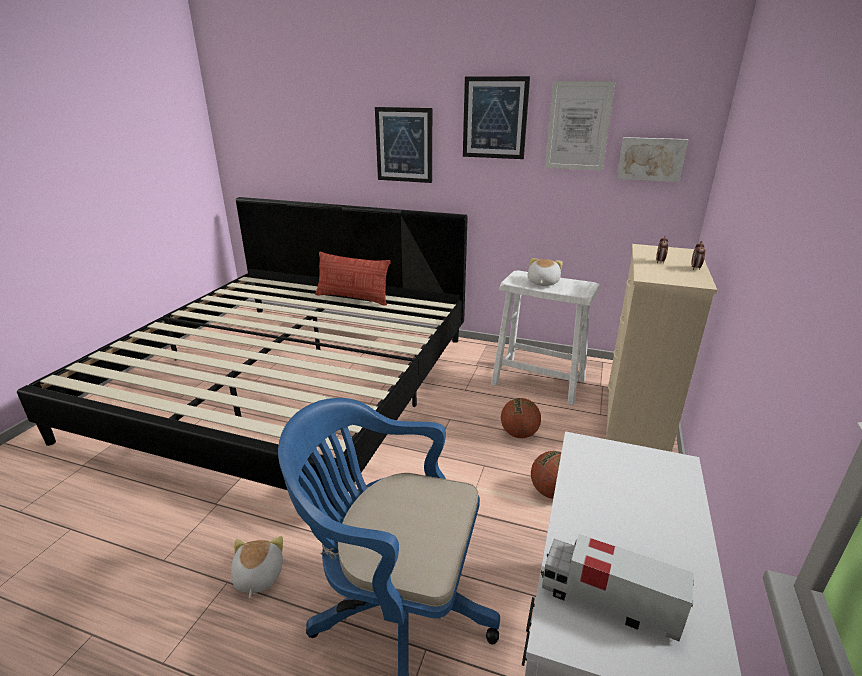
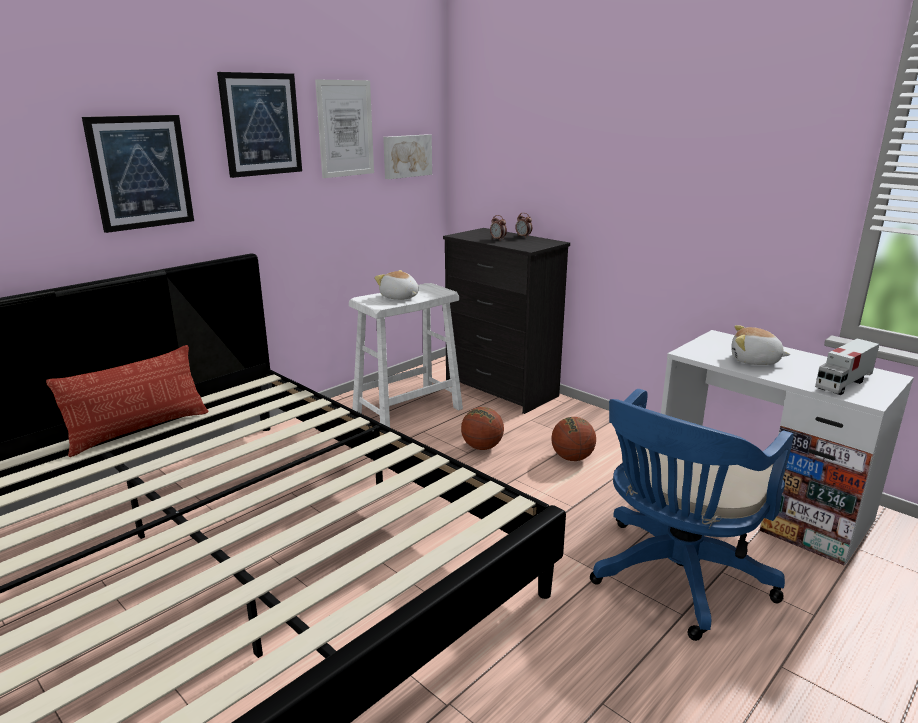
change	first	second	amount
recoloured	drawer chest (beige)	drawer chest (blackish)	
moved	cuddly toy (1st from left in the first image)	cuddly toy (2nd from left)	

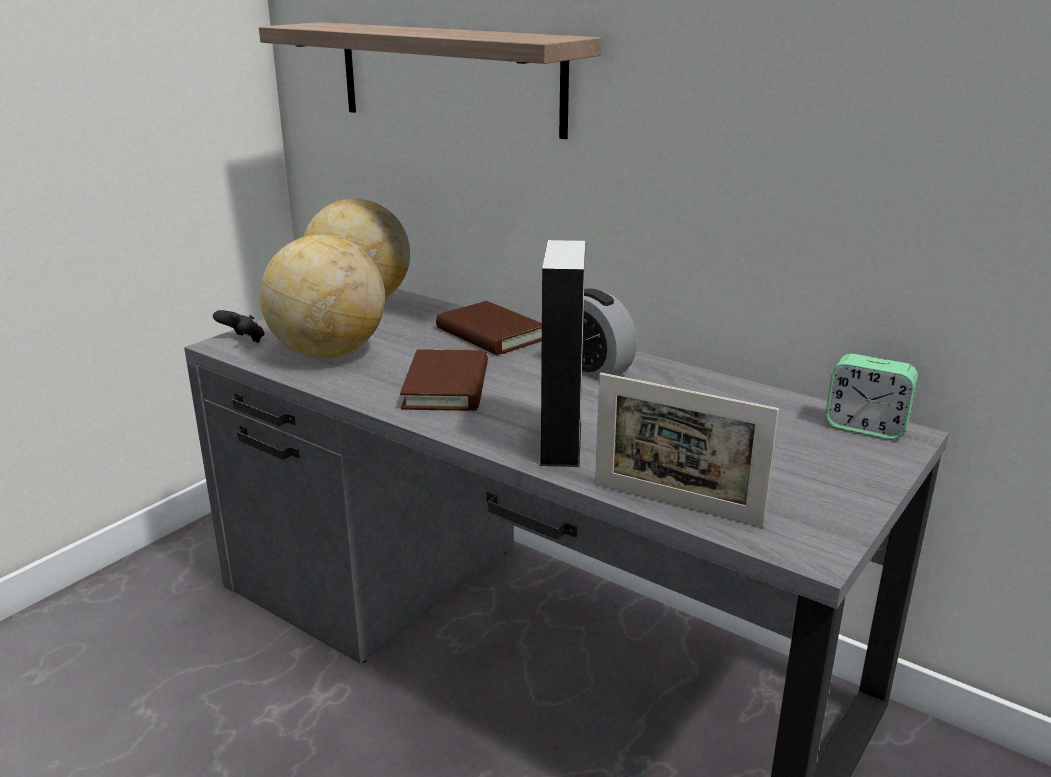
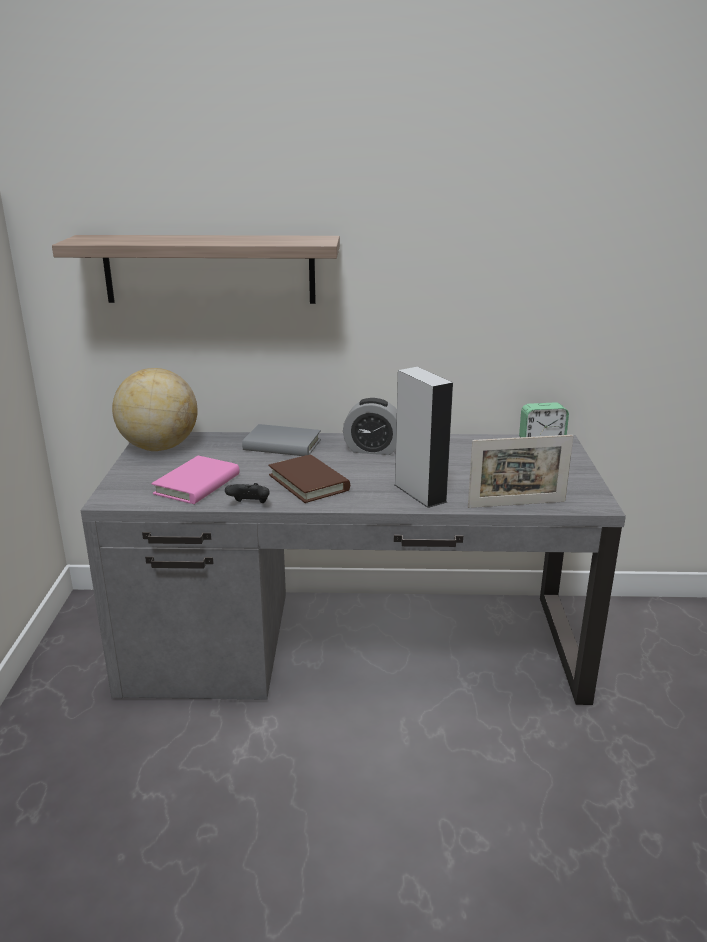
change	first	second	amount
replaced	world globe (1st from left)	volume (pink-coloured)	
recoloured	volume (brownish) (2nd from left)	volume (greyish)	
moved	game controller (blackish)		

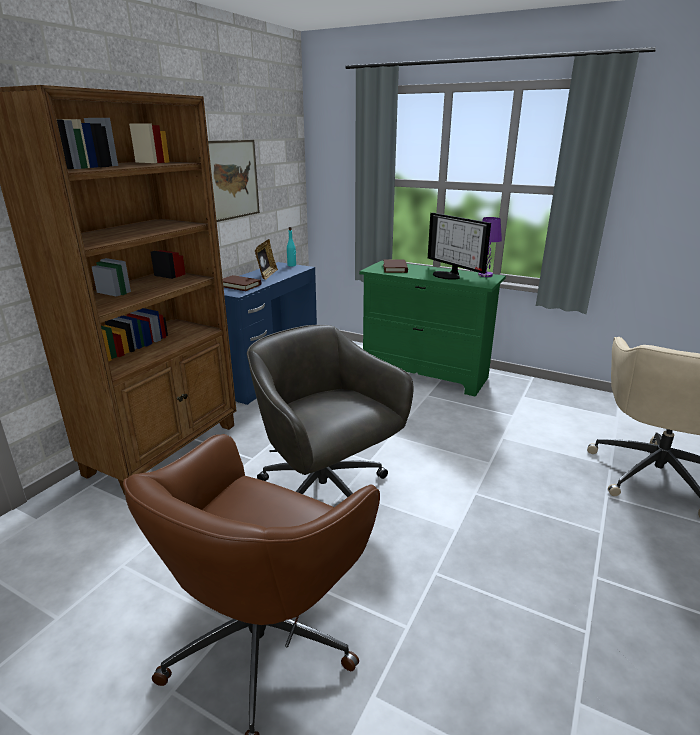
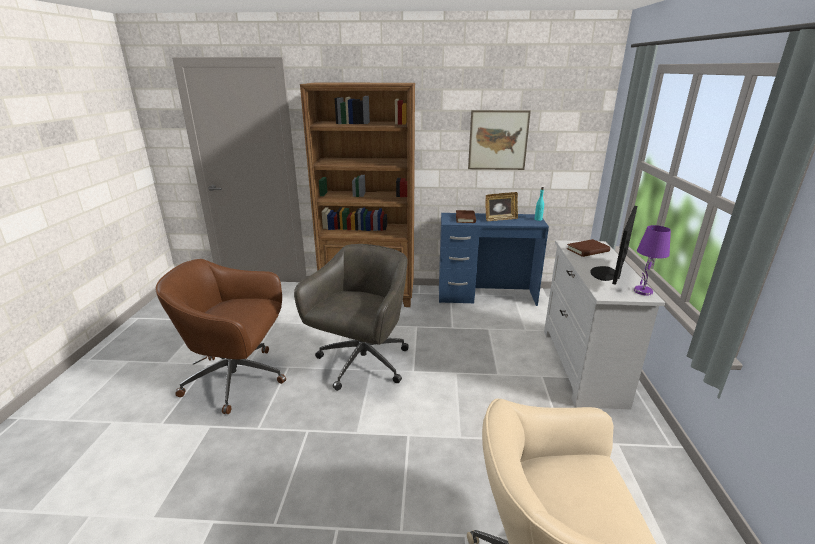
change	first	second	amount
recoloured	drawer chest (greenish)	drawer chest (whitish)	

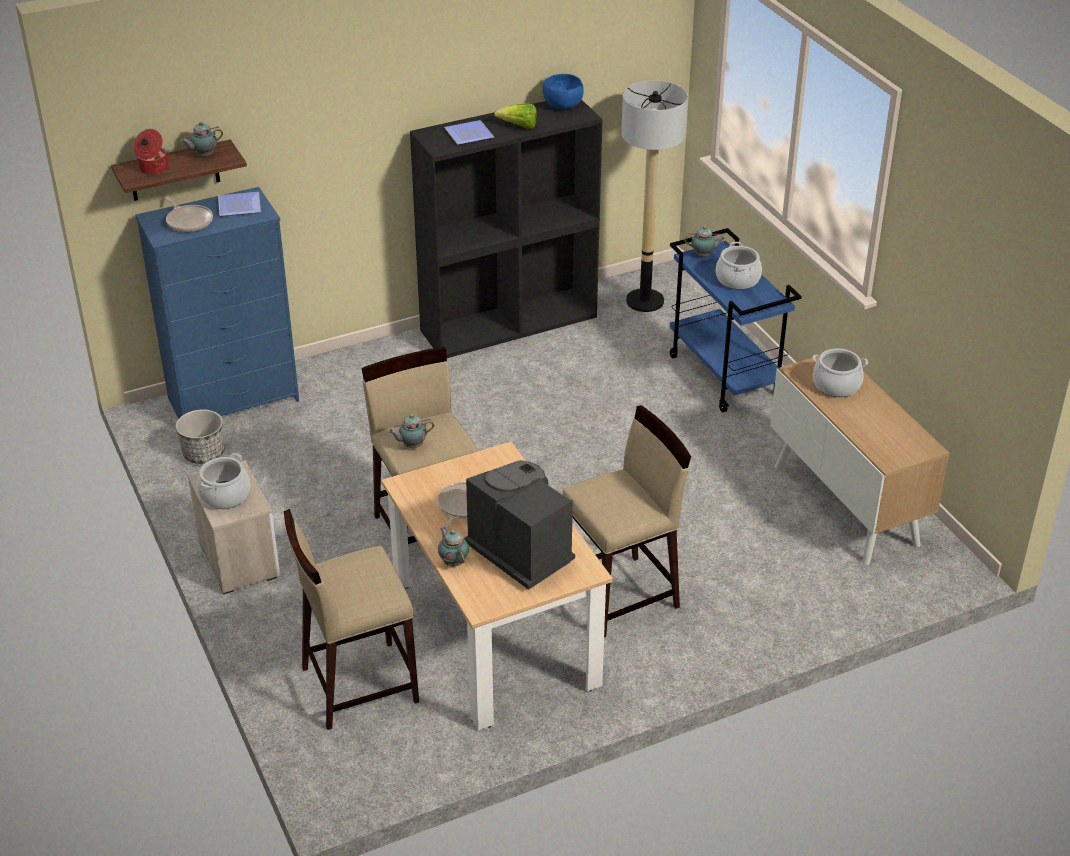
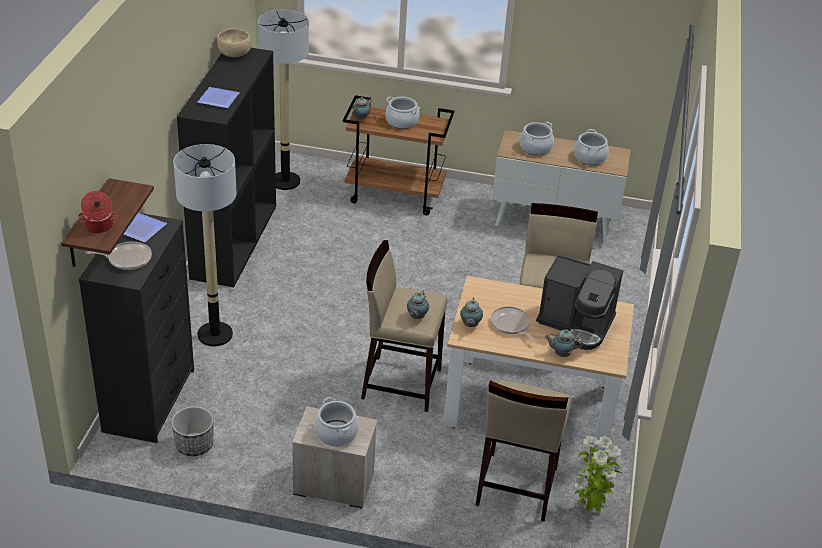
change	first	second	amount
recoloured	deep dish (blue)	deep dish (beige)	
removed	head of lettuce		
moved	teapot (1st from left in the first image)	teapot (3rd from left)	
recoloured	drawer chest (blue)	drawer chest (blackish)	
recoloured	cart (blue)	cart (brownish)	
turned	coffee brewer		150 degrees counterclockwise
added		saucepot (5th from left)	
added		standard lamp (1st from left)	
added		potted plant	

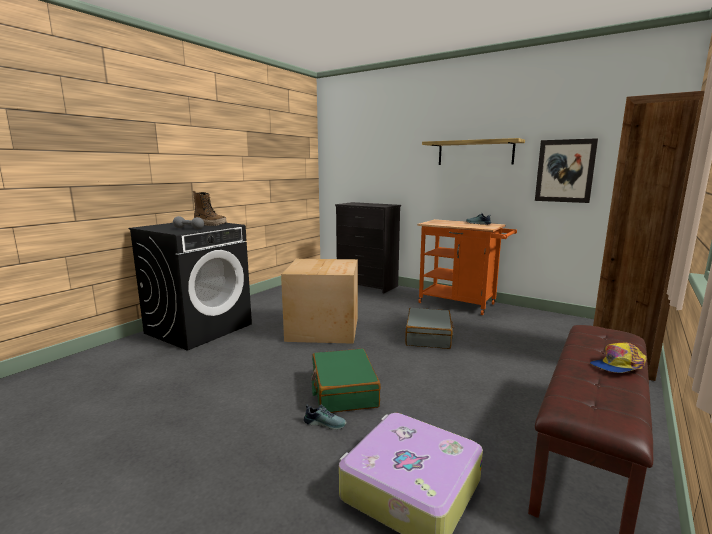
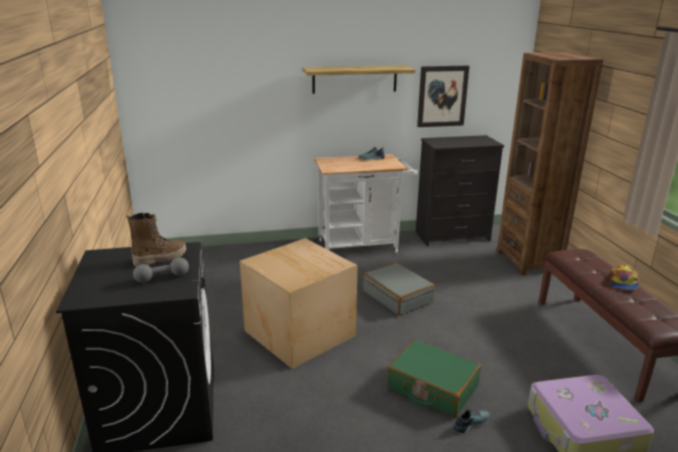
change	first	second	amount
moved	drawer chest (blackish)		
recoloured	cart (orange)	cart (whitish)	

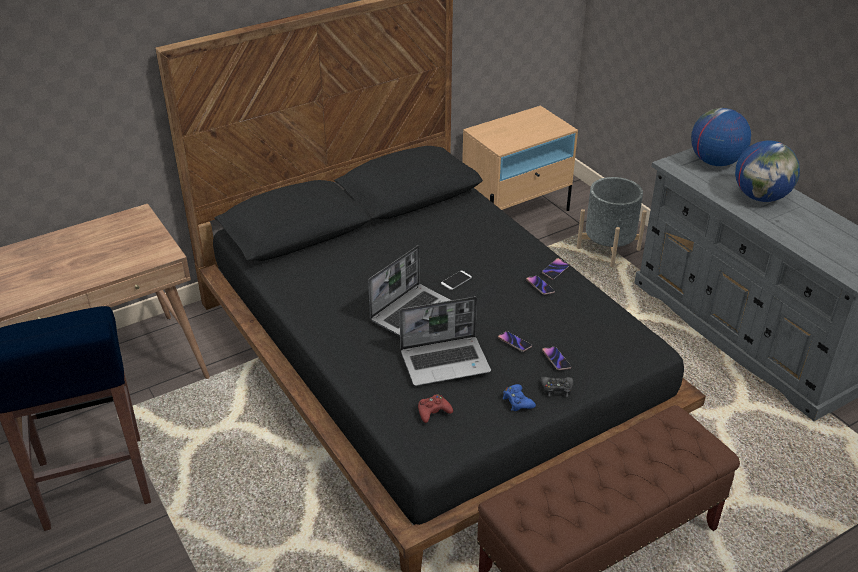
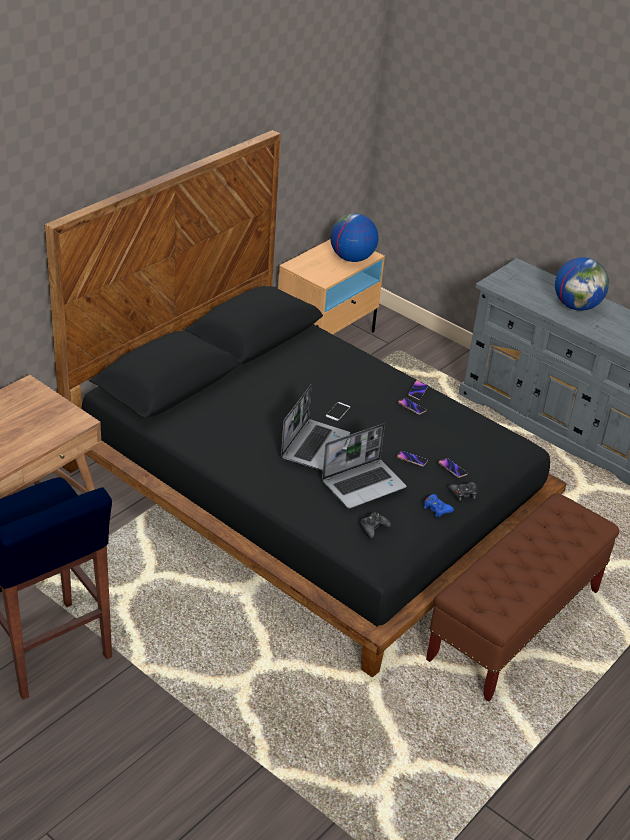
change	first	second	amount
moved	world globe (1st from left)		
removed	plant pot (greyish)		
recoloured	game controller (reddish)	game controller (blackish) (1st from left)	

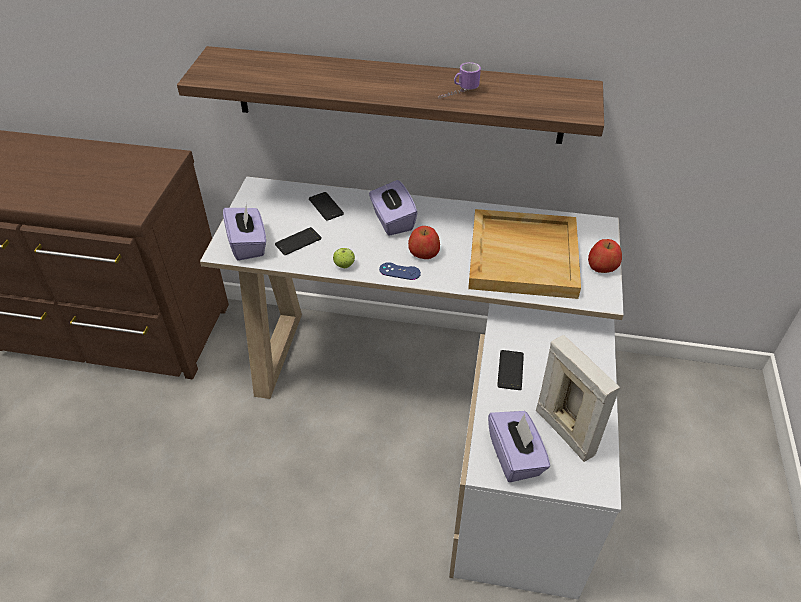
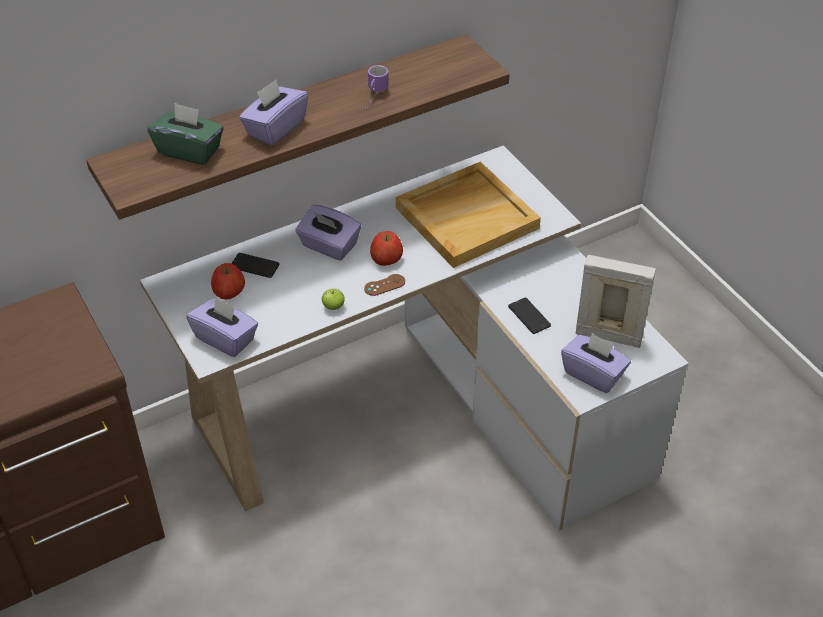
change	first	second	amount
removed	handset (1st from left)		
moved	whole apple (3rd from left in the first image)	whole apple (1st from left)	
recoloured	game controller (blue)	game controller (brownish)	
added		tissue box (purple) (2nd from left)	
added		tissue box (greenish)	

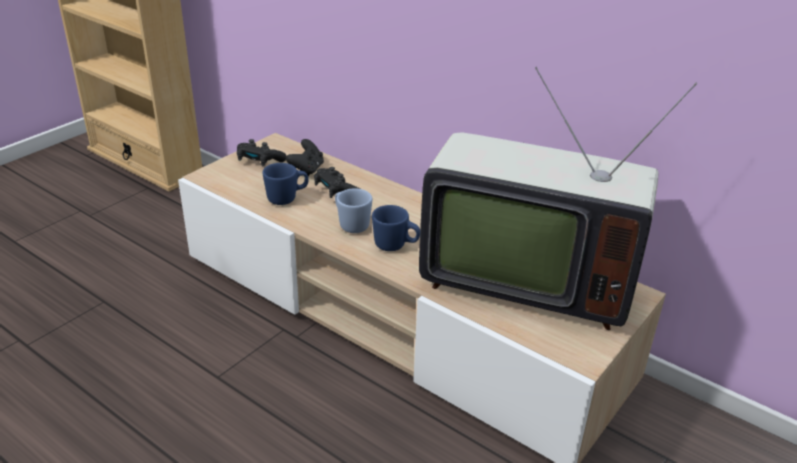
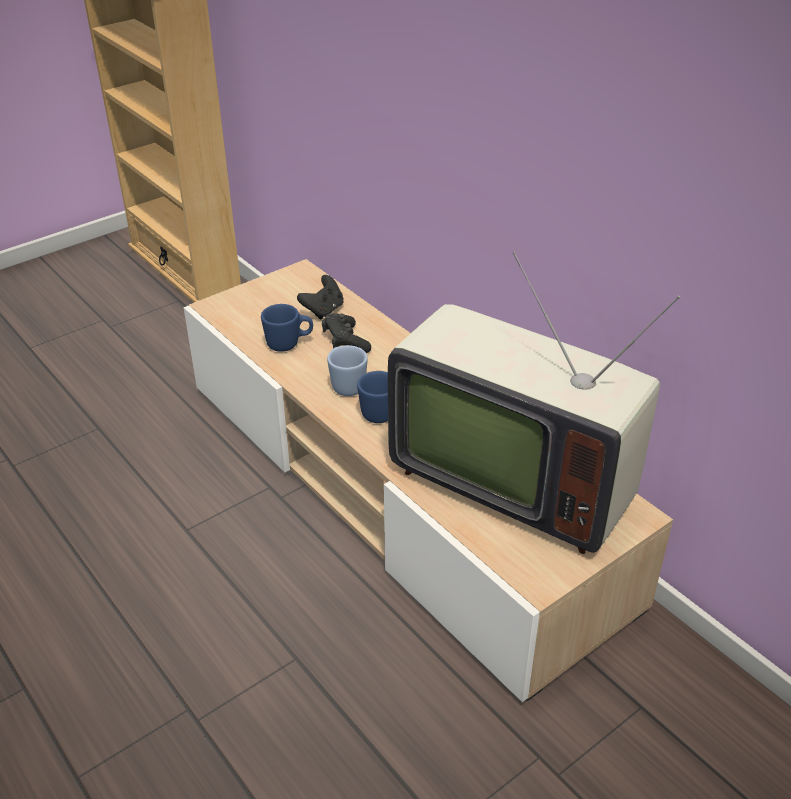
change	first	second	amount
removed	game controller (blackish) (1st from left)		

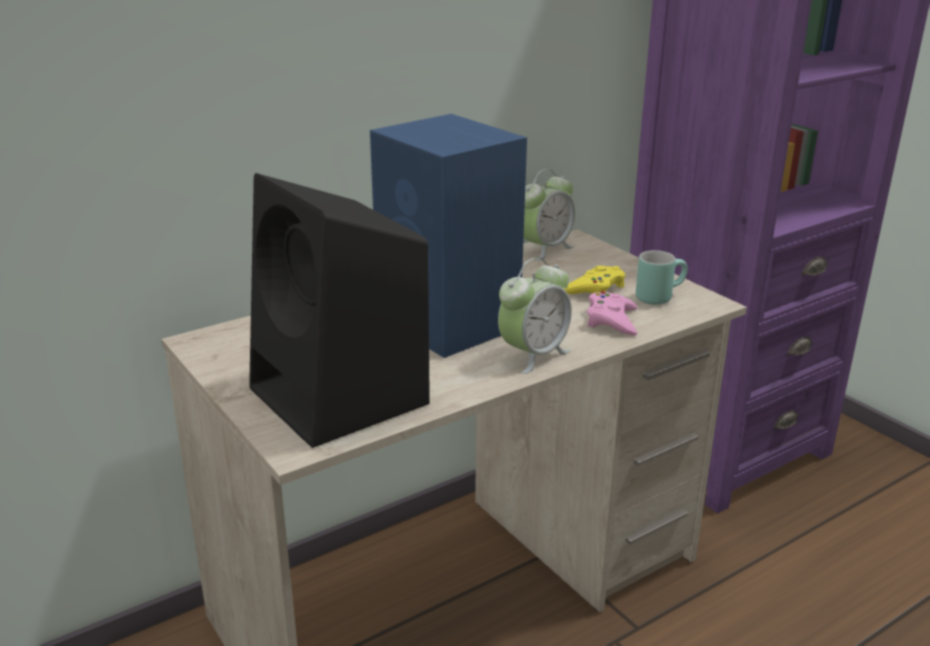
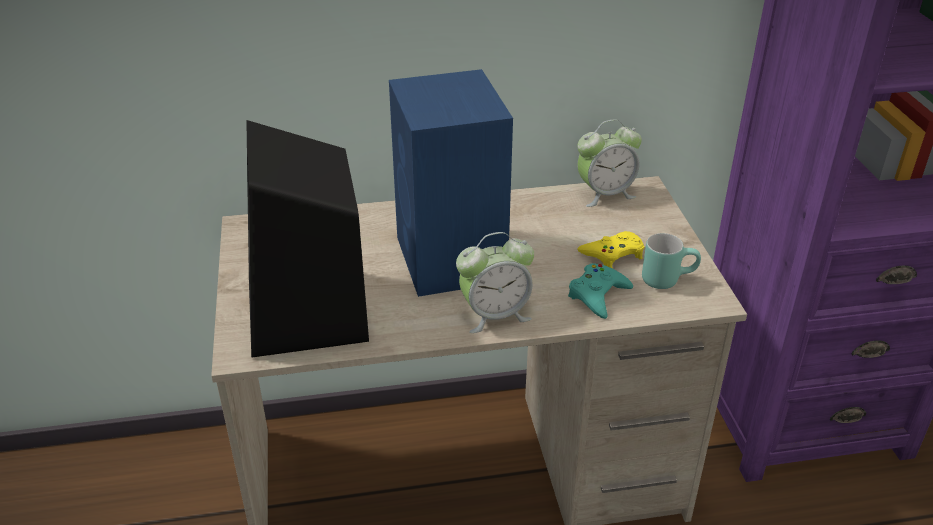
change	first	second	amount
recoloured	game controller (pink-coloured)	game controller (turquoise)	

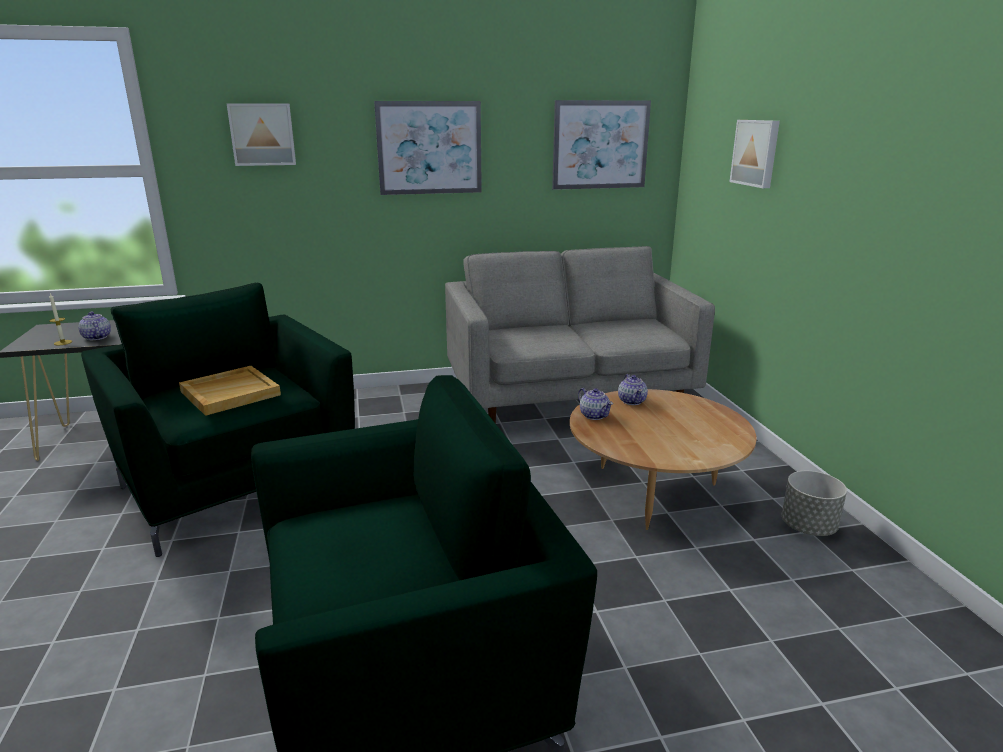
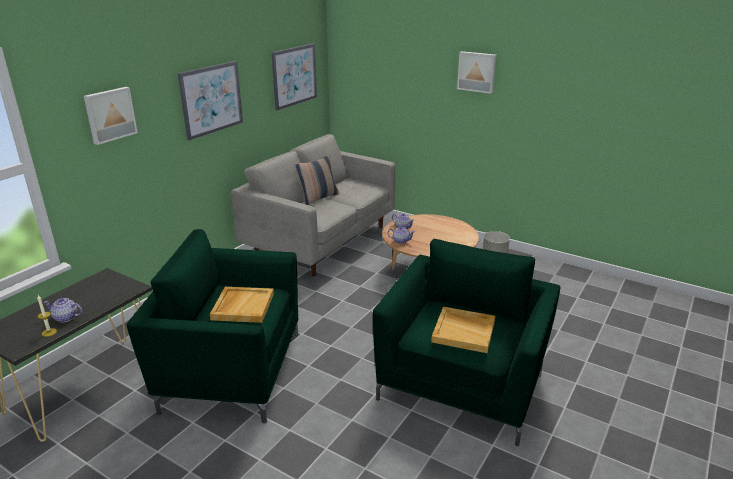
change	first	second	amount
moved	wall picture (4th from left)		
added		cushion	
added		carrying tray (beige) (2nd from left)	

